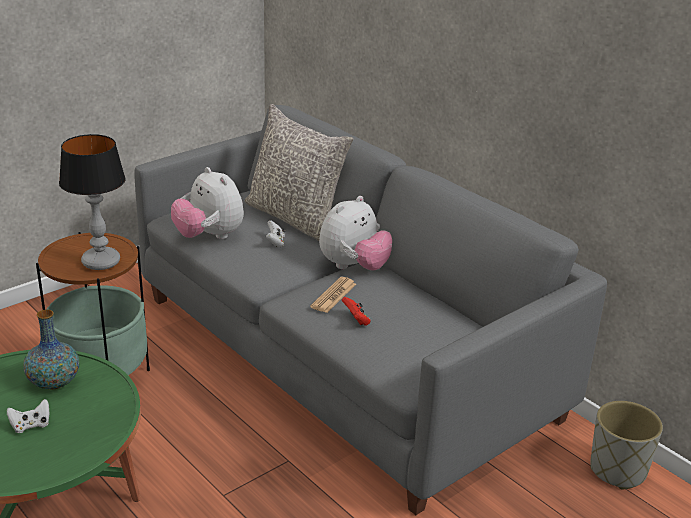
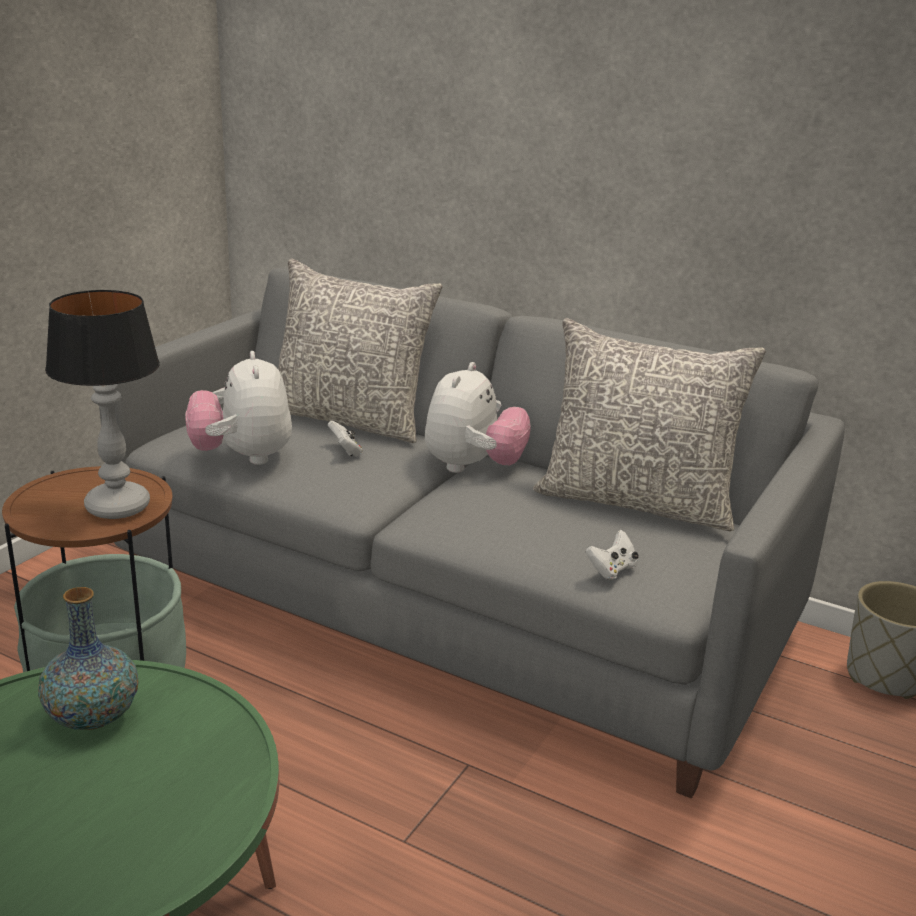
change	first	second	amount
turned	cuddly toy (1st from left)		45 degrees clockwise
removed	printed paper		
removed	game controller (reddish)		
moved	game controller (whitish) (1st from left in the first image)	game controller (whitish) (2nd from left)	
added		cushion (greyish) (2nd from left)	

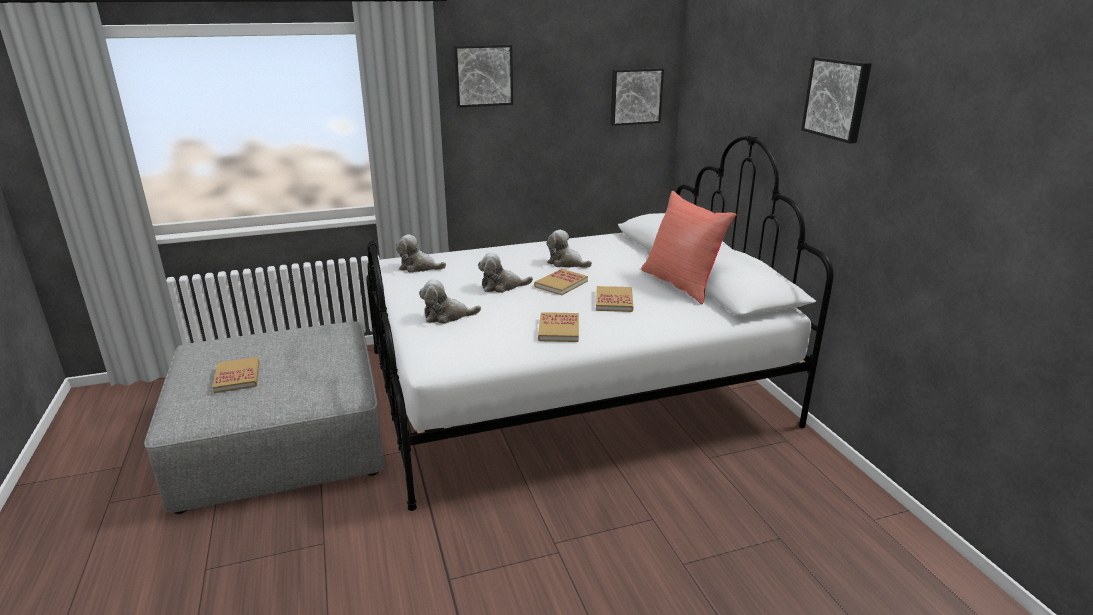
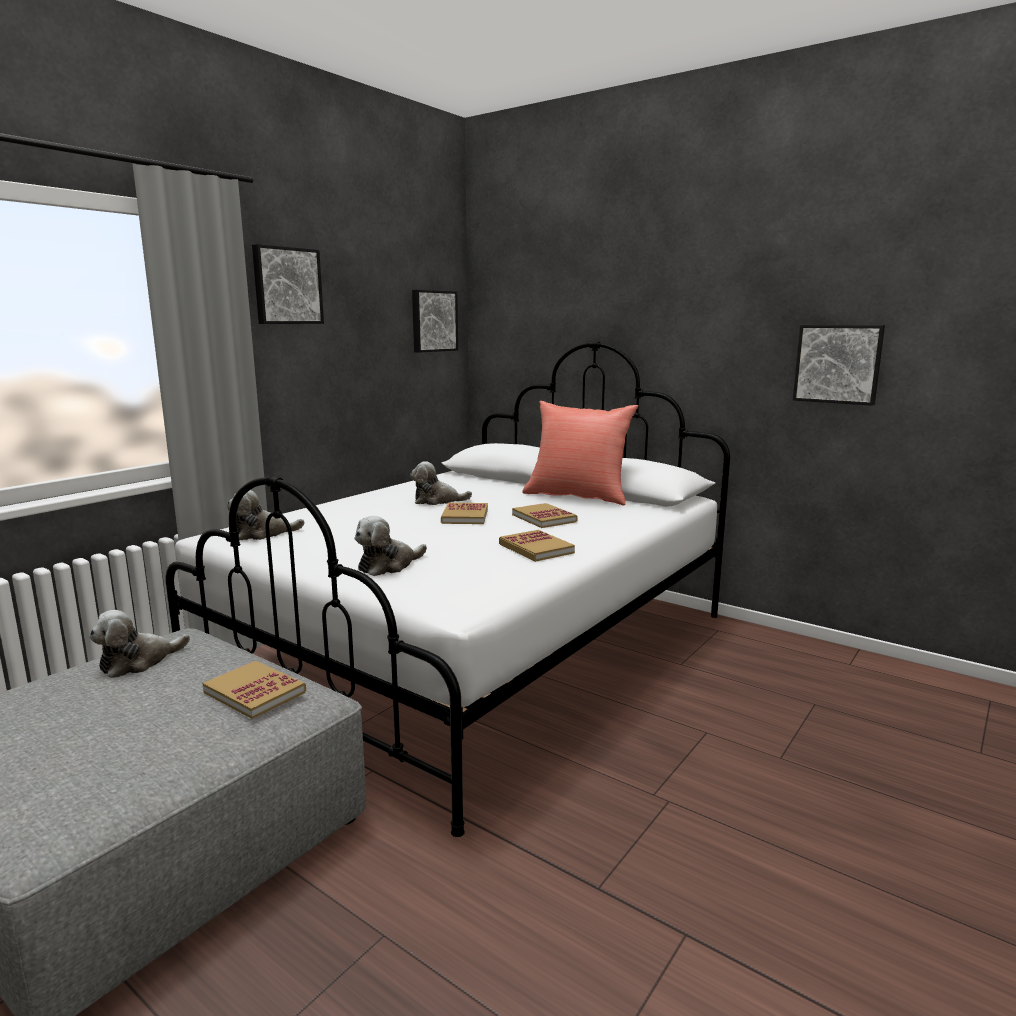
change	first	second	amount
moved	wall picture (3rd from left)		
moved	cuddly toy (3rd from left in the first image)	cuddly toy (1st from left)	
moved	volume (1st from left)		

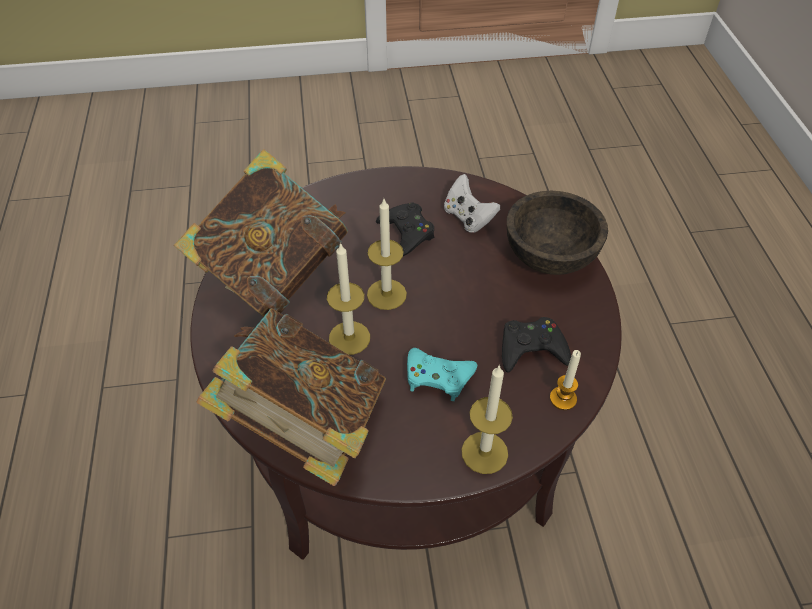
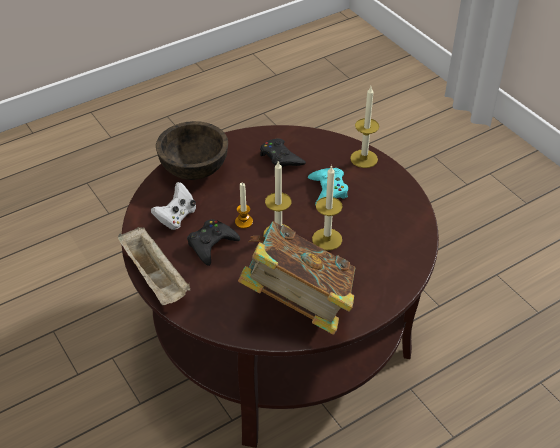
change	first	second	amount
removed	volume (2nd from left)		
moved	wax light (4th from left in the first image)	wax light (1st from left)	
added		carrying tray (beige)	

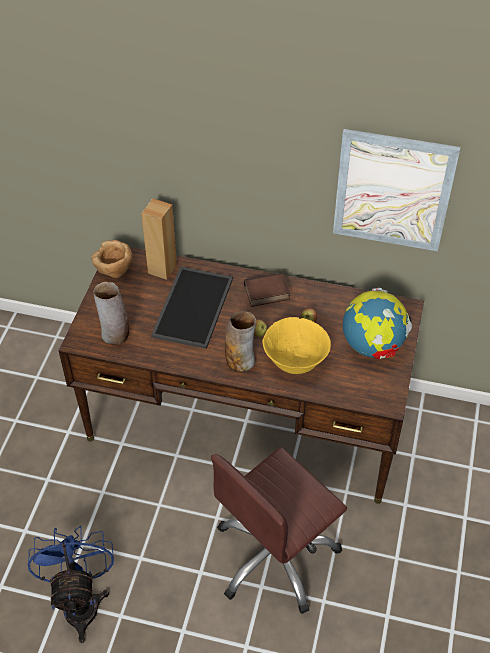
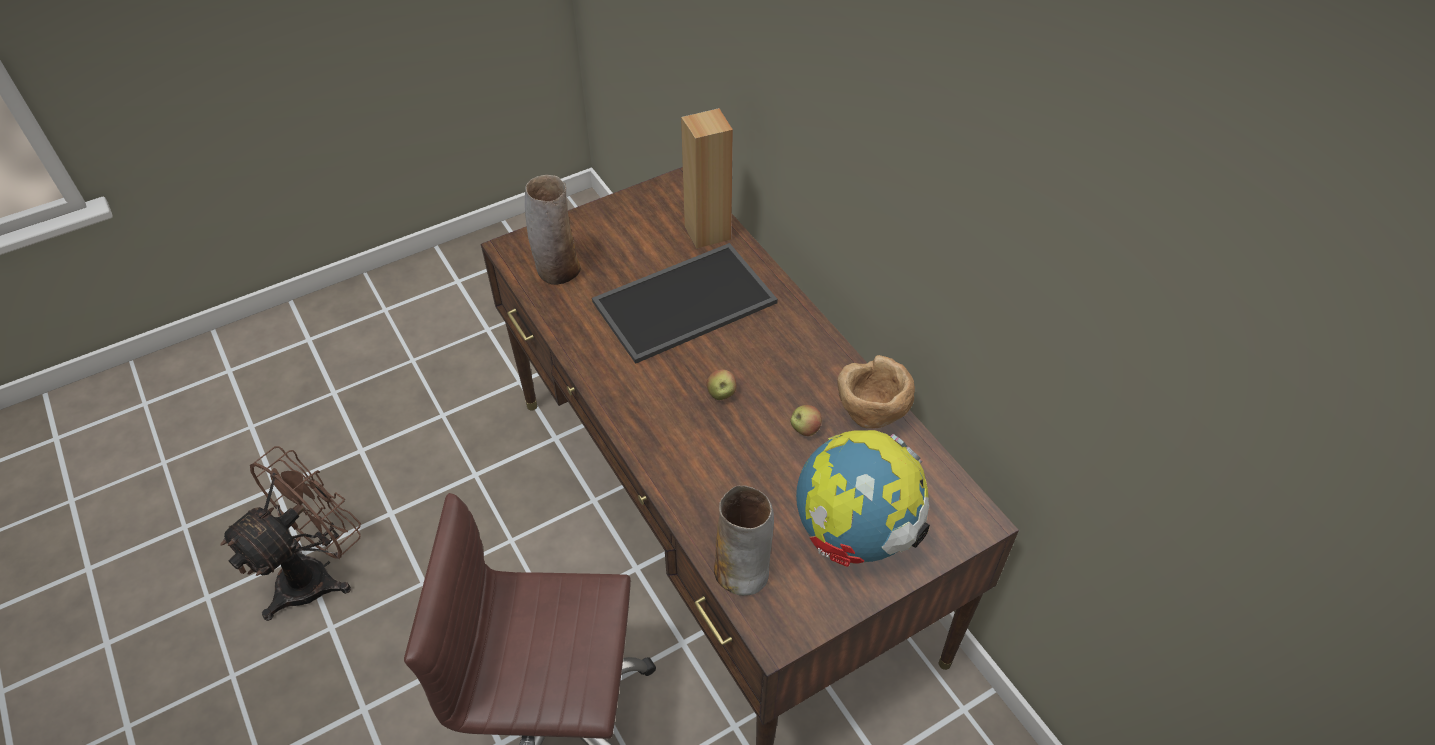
change	first	second	amount
removed	wall picture		
moved	deep dish (brownish)		
removed	volume		
moved	vase (2nd from left)		
removed	deep dish (yellow-coloured)		
recoloured	electric fan (blue)	electric fan (brownish)	

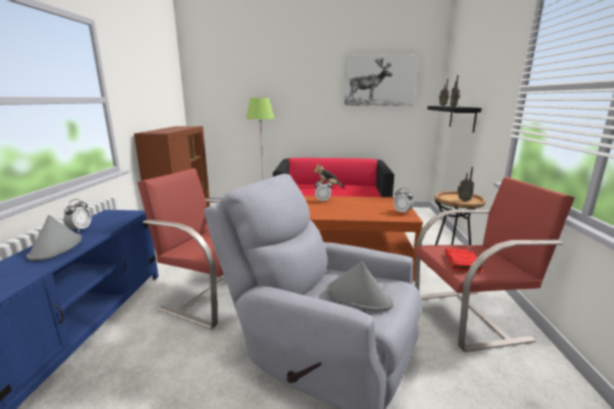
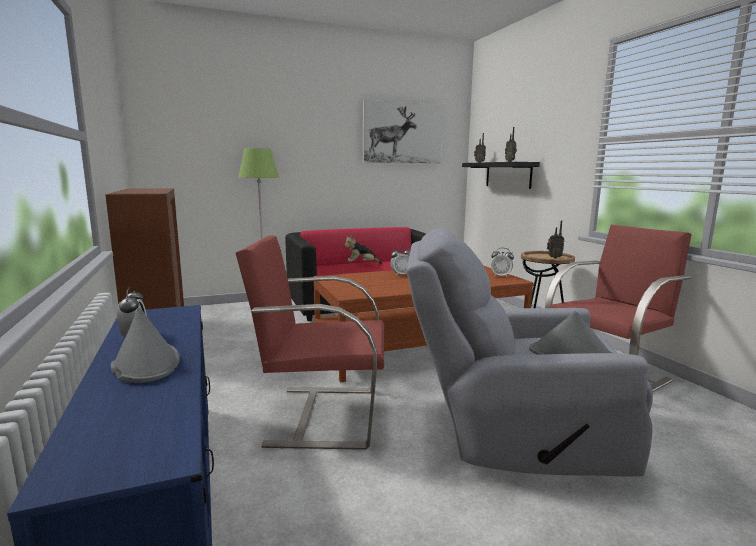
change	first	second	amount
removed	volume (reddish)		

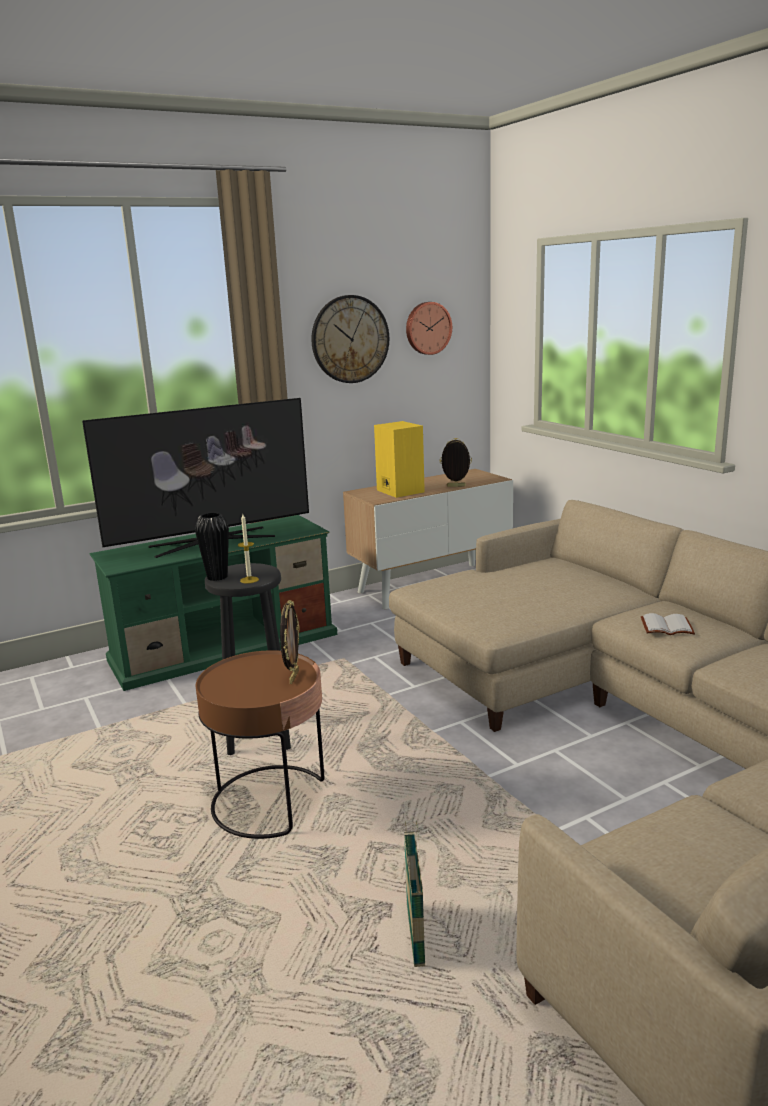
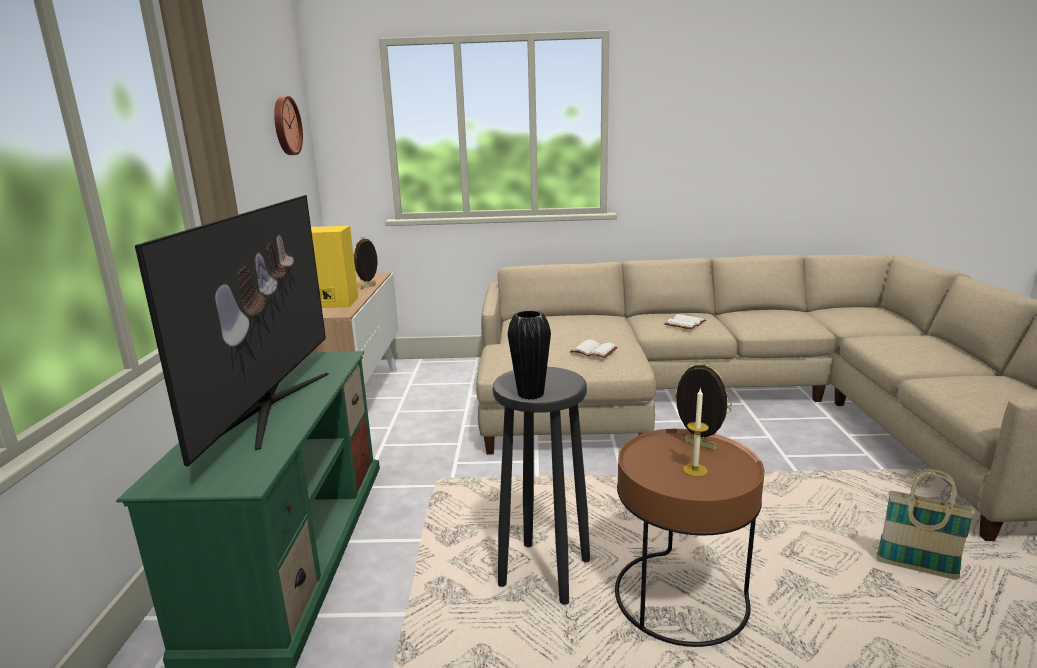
change	first	second	amount
removed	wall clock (1st from left)		
moved	wax light		
added		volume (whitish) (1st from left)	

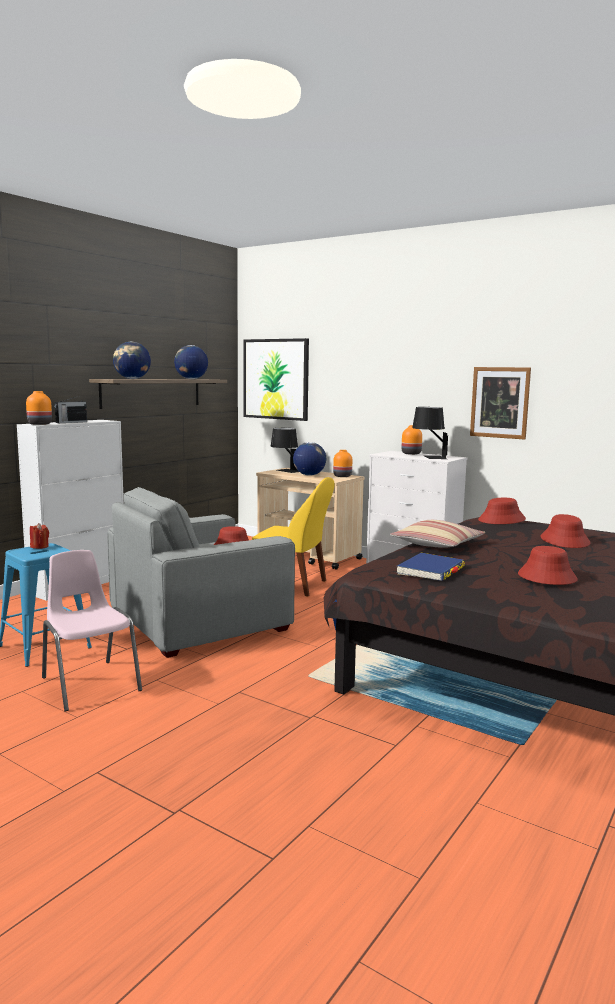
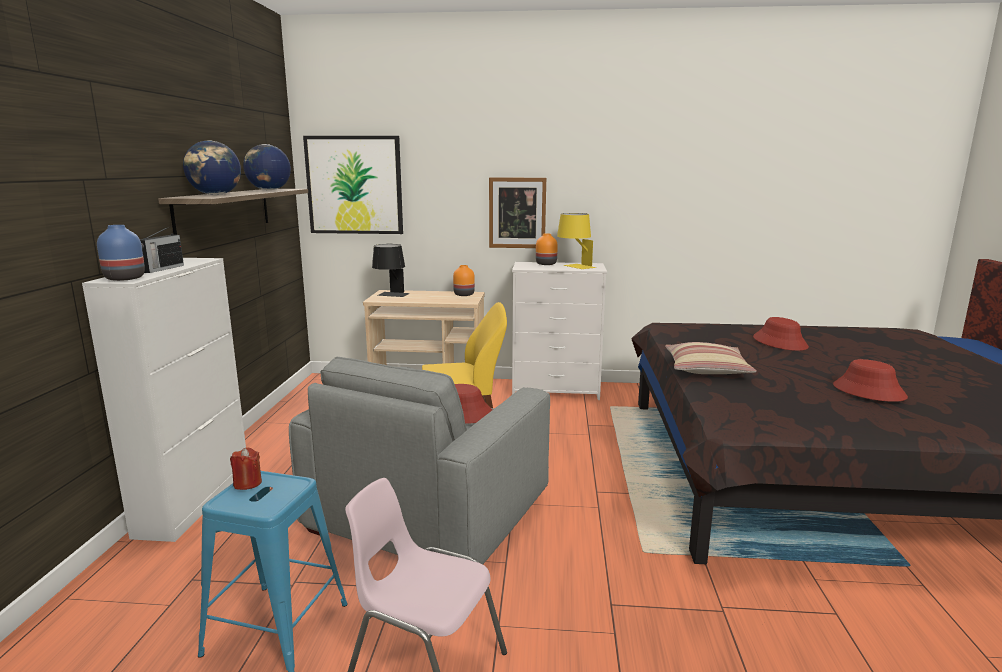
change	first	second	amount
moved	wall picture (2nd from left)		
recoloured	vase (orange) (1st from left)	vase (blue)	
recoloured	lamp for a table (blackish) (2nd from left)	lamp for a table (yellow-coloured)	
removed	world globe (3rd from left)		
removed	clothing hat (reddish) (2nd from left)		
removed	volume (blue)		

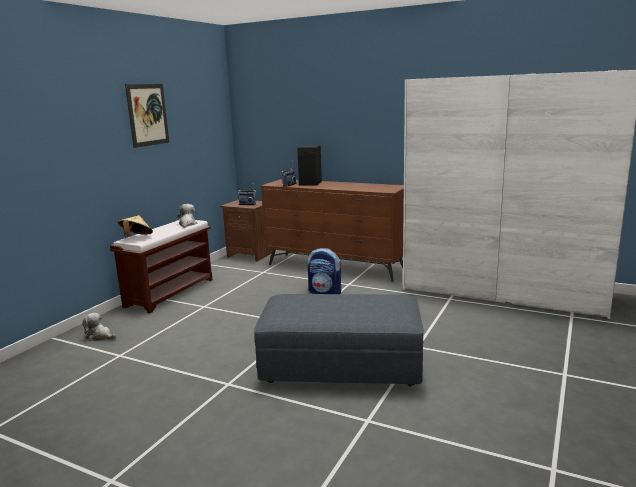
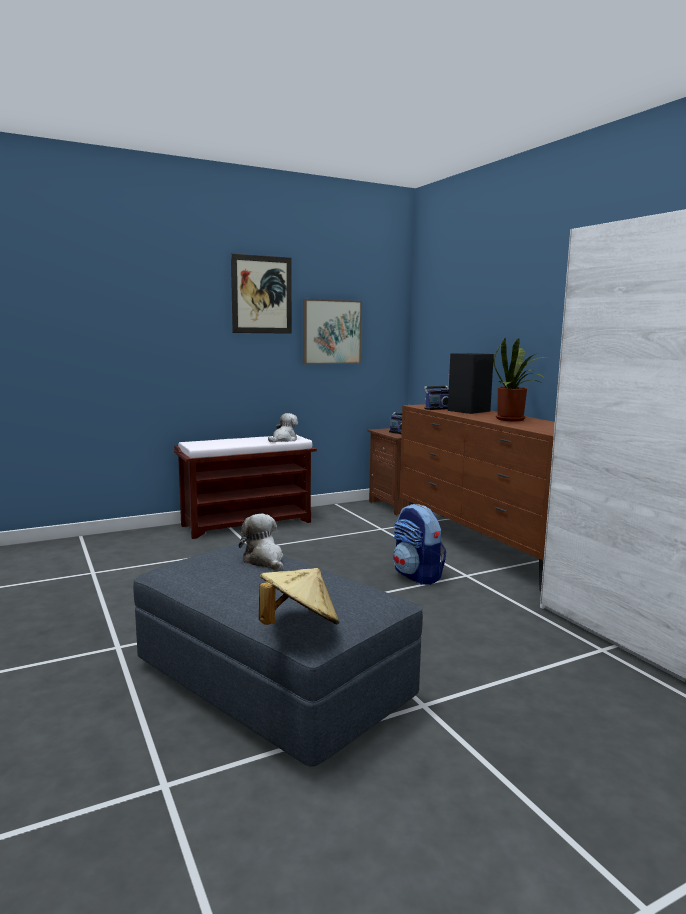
change	first	second	amount
moved	clothing hat (beige)		
moved	cuddly toy (1st from left)		
added		wall picture (2nd from left)	
added		potted plant	

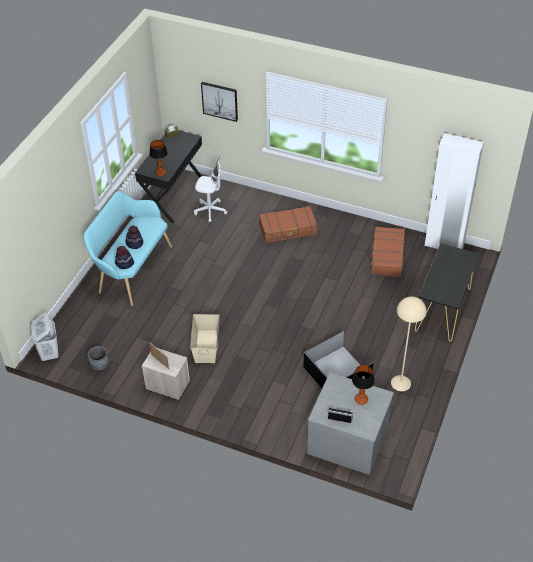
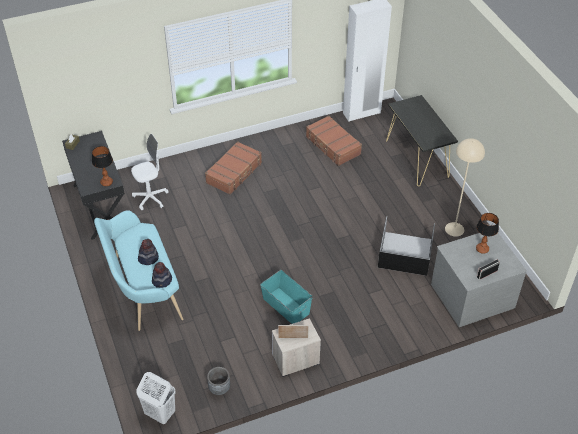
change	first	second	amount
removed	wall picture		
recoloured	storage box (beige)	storage box (turquoise)	

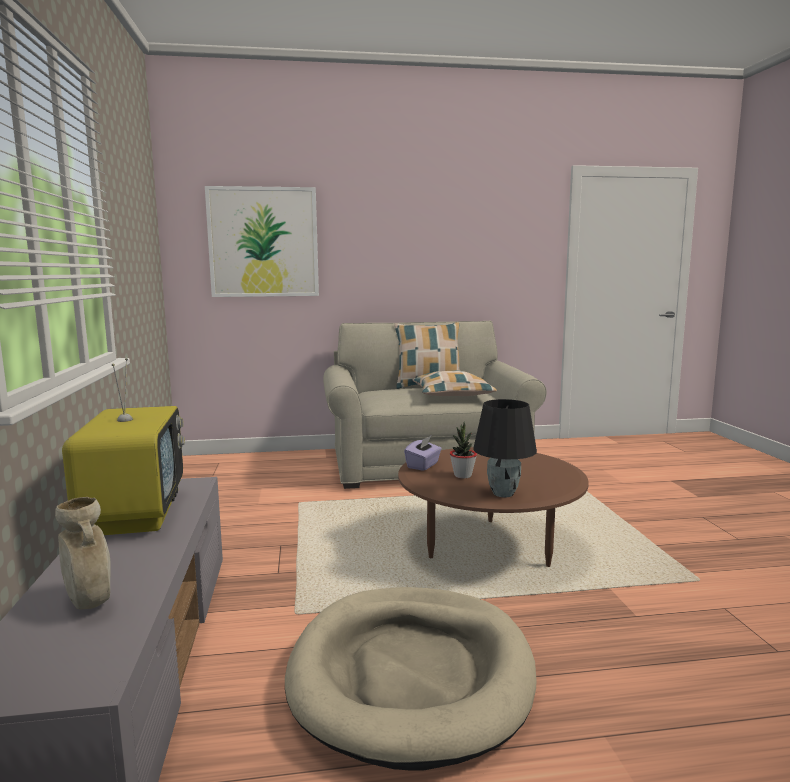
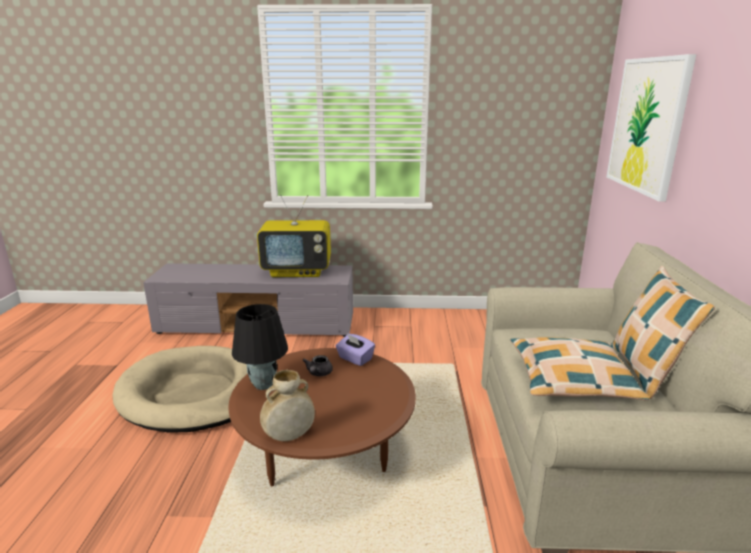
change	first	second	amount
replaced	potted plant	teapot (greyish)	
moved	vase (beige)		

